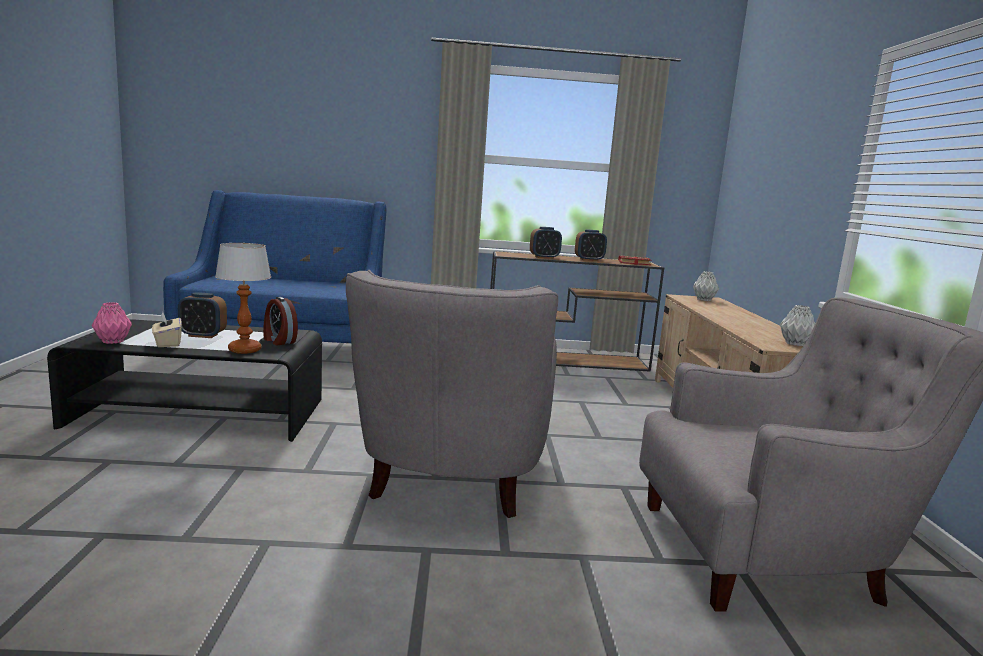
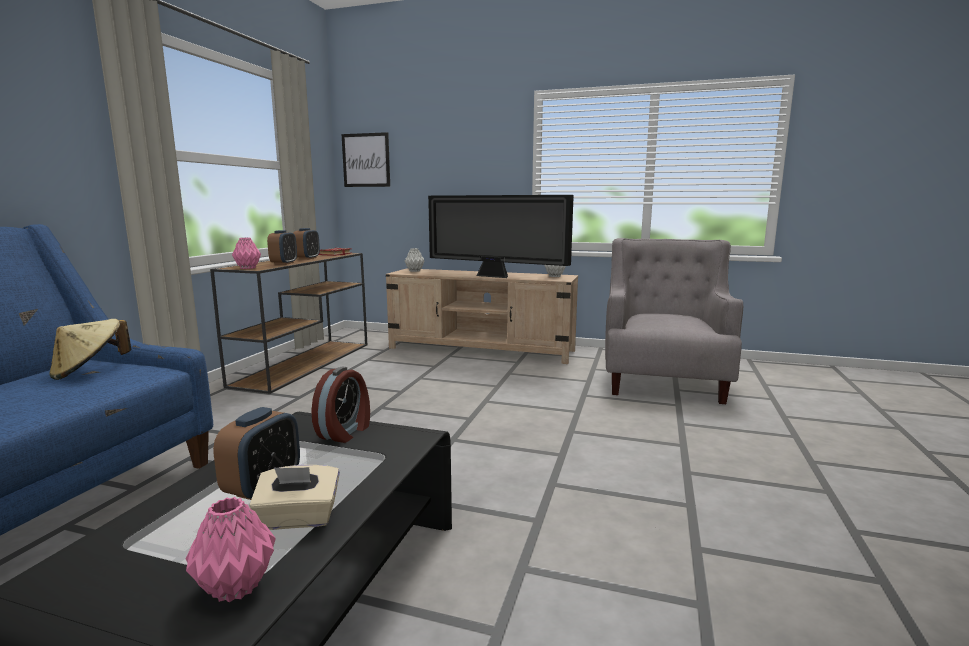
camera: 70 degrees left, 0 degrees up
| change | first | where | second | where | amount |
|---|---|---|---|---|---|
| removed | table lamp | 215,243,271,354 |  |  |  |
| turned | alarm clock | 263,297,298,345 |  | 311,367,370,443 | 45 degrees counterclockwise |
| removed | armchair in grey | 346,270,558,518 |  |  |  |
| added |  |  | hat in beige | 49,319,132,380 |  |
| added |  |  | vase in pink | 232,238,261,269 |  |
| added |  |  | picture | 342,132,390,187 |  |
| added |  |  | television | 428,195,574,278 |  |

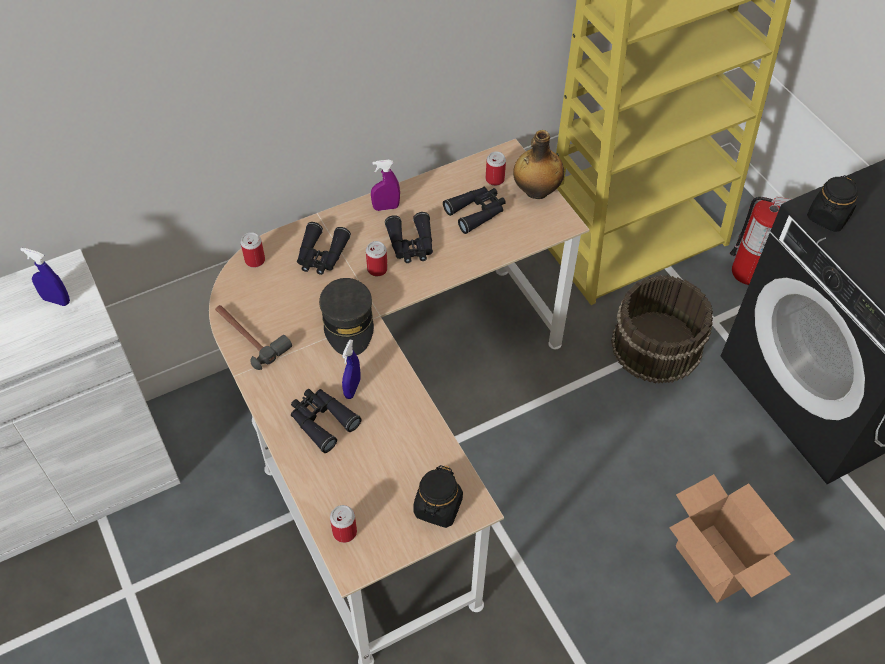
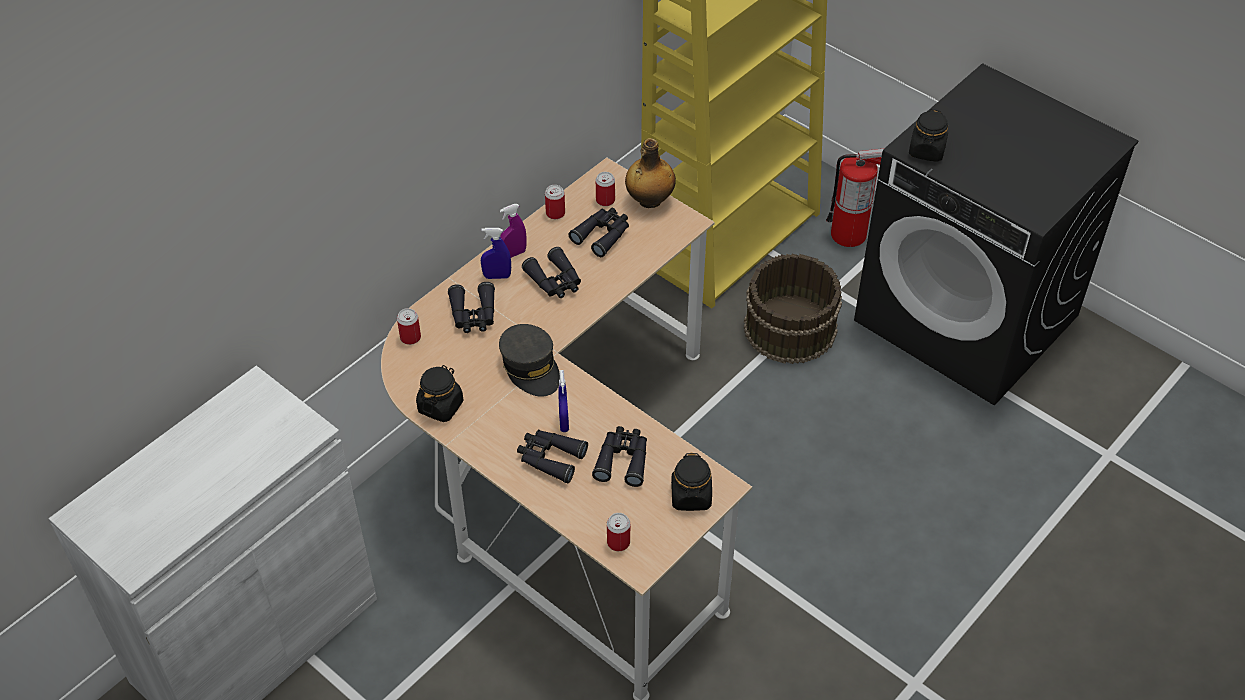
camera: 20 degrees left, 5 degrees down
| change | first | where | second | where | amount |
|---|---|---|---|---|---|
| moved | spray bottle in blue | 20,248,70,306 |  | 481,228,511,279 |  |
| replaced | hammer | 215,305,292,370 | jar in black | 416,365,464,422 |  |
| moved | can | 366,241,388,276 |  | 545,185,565,219 |  |
| removed | cardboard box | 669,474,794,602 |  |  |  |
| added |  |  | binoculars in black | 592,426,647,487 |  |

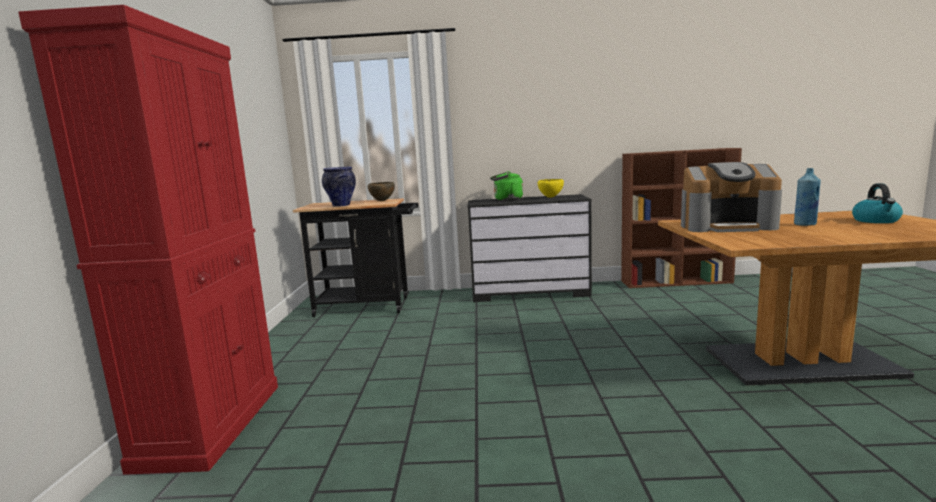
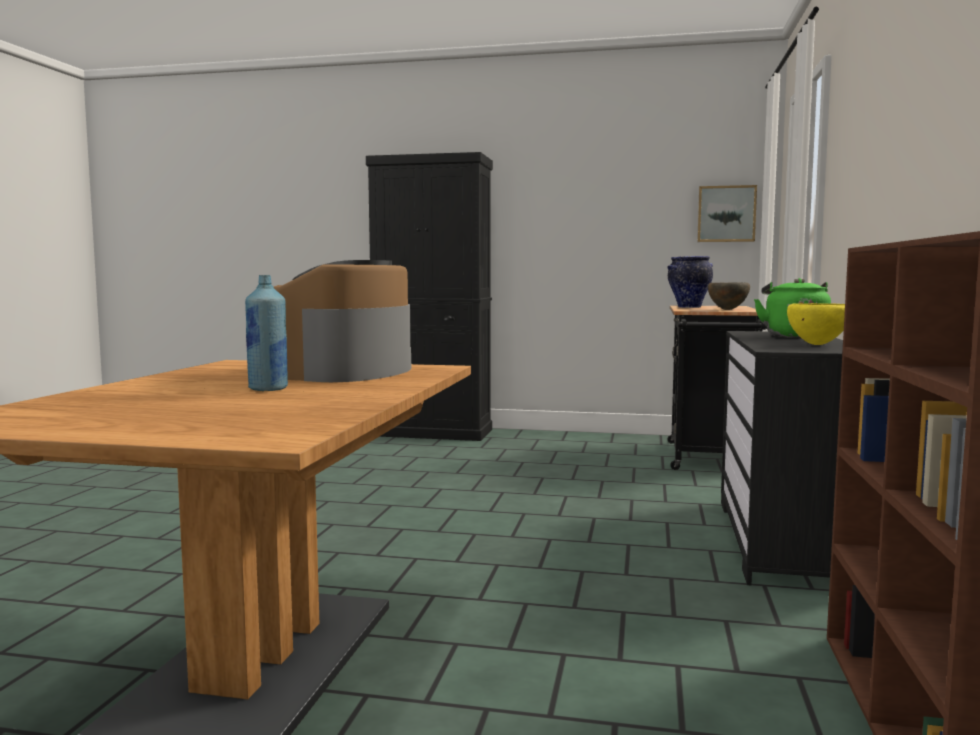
camera: 100 degrees right, 5 degrees down
| change | first | where | second | where | amount |
|---|---|---|---|---|---|
| recoloured | cabinet in red | 18,5,278,475 | cabinet in black | 366,152,493,441 |  |
| removed | kettle | 852,183,903,223 |  |  |  |
| added |  |  | picture | 697,185,757,242 |  |

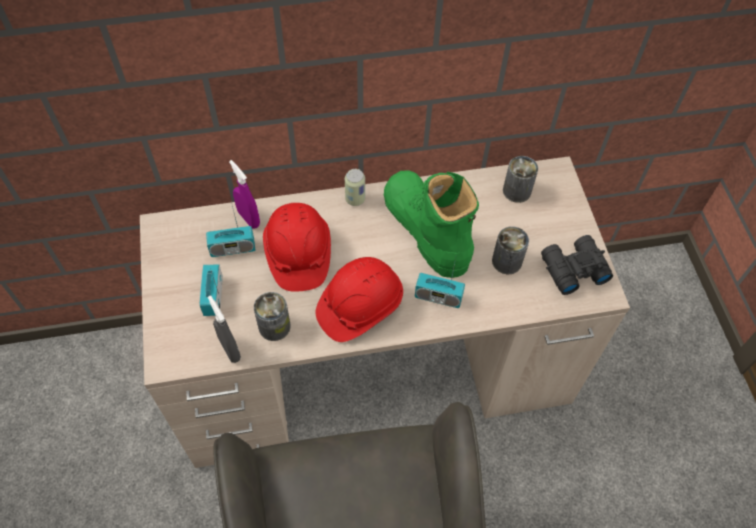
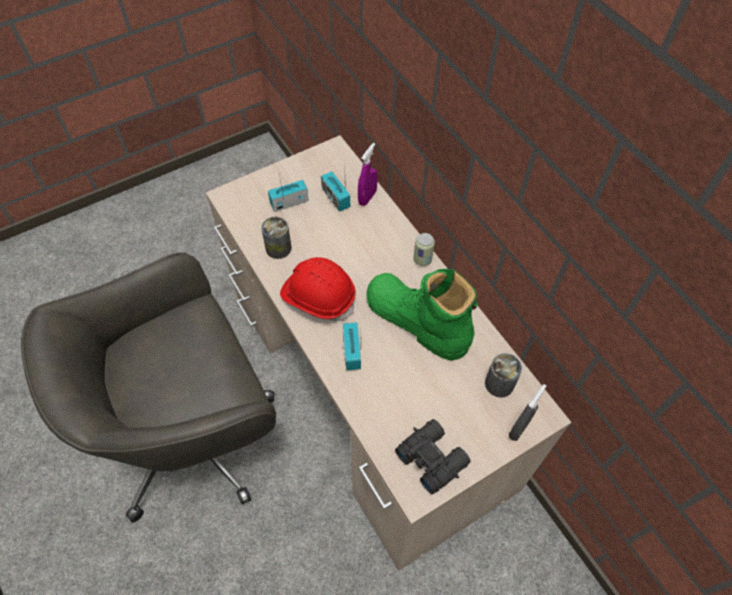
camera: 70 degrees right, 0 degrees up
| change | first | where | second | where | amount |
|---|---|---|---|---|---|
| moved | spray bottle in grey | 208,296,241,363 |  | 509,384,546,441 |  |
| removed | hard hat in red | 263,203,331,292 |  |  |  |
| turned | boot in green | 384,171,479,278 |  | 366,269,479,361 | 90 degrees counterclockwise |
| removed | can | 492,226,529,274 |  |  |  |

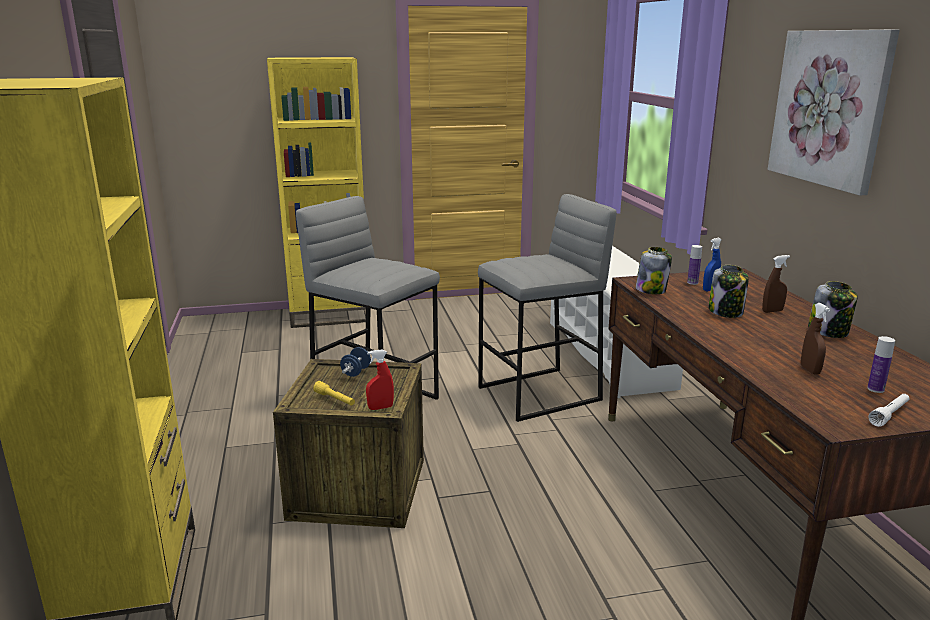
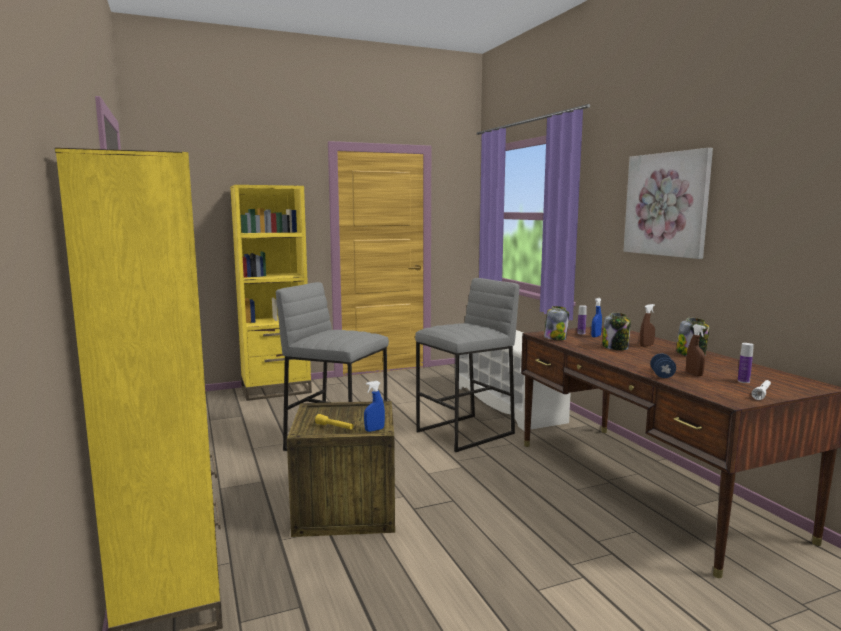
camera: 10 degrees left, 10 degrees down
| change | first | where | second | where | amount |
|---|---|---|---|---|---|
| moved | dumbbell in blue | 340,347,371,377 |  | 650,353,676,378 |  |
| recoloured | spray bottle in red | 366,349,394,410 | spray bottle in blue | 364,381,385,432 |  |

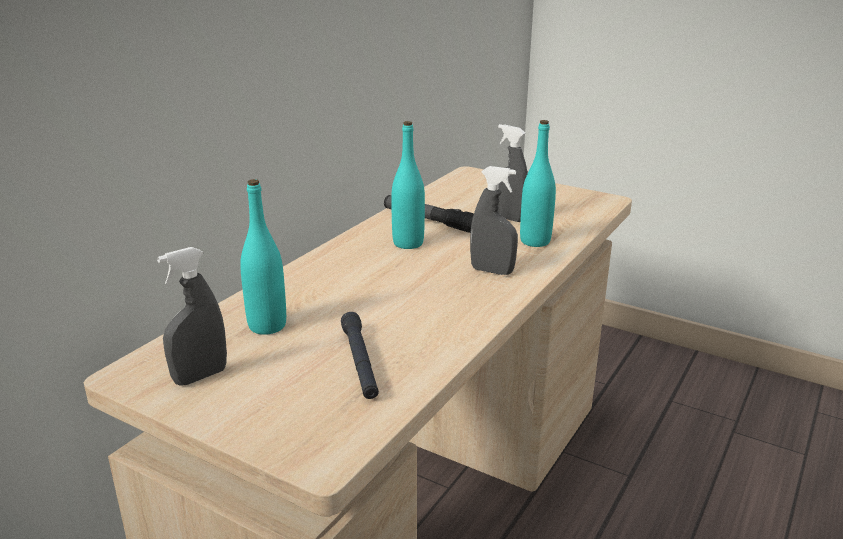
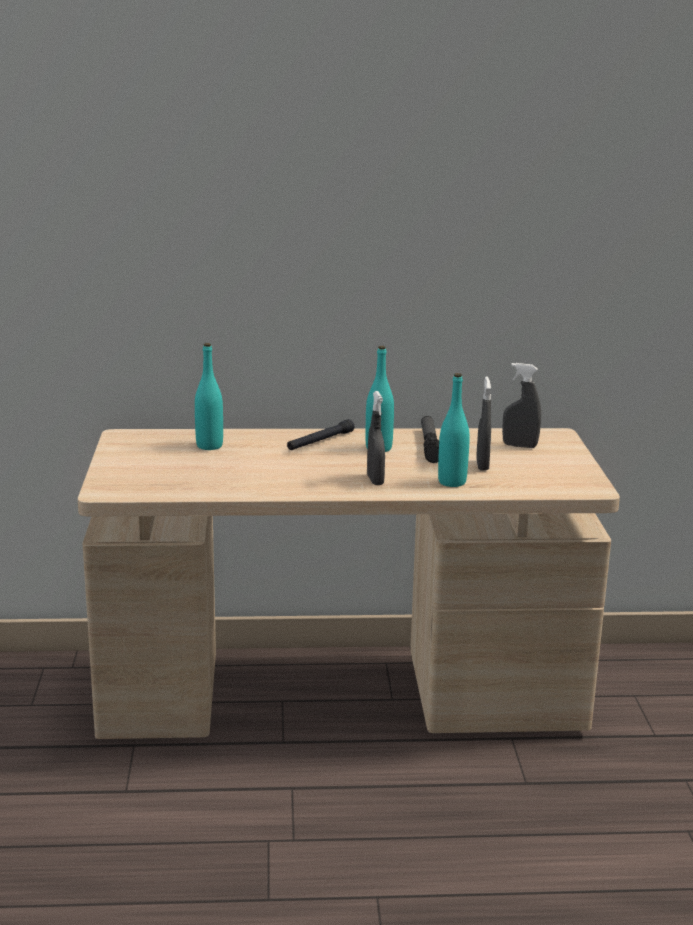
camera: 55 degrees right, 5 degrees down
| change | first | where | second | where | amount |
|---|---|---|---|---|---|
| moved | spray bottle in grey | 157,247,227,385 |  | 502,363,541,448 |  |
| moved | flashlight in black | 341,312,379,399 |  | 287,419,354,450 |  |

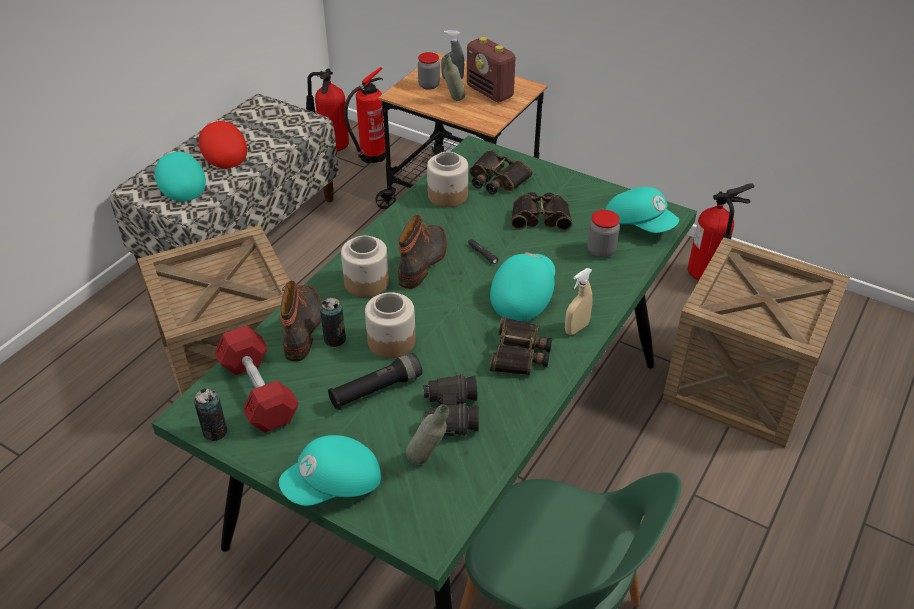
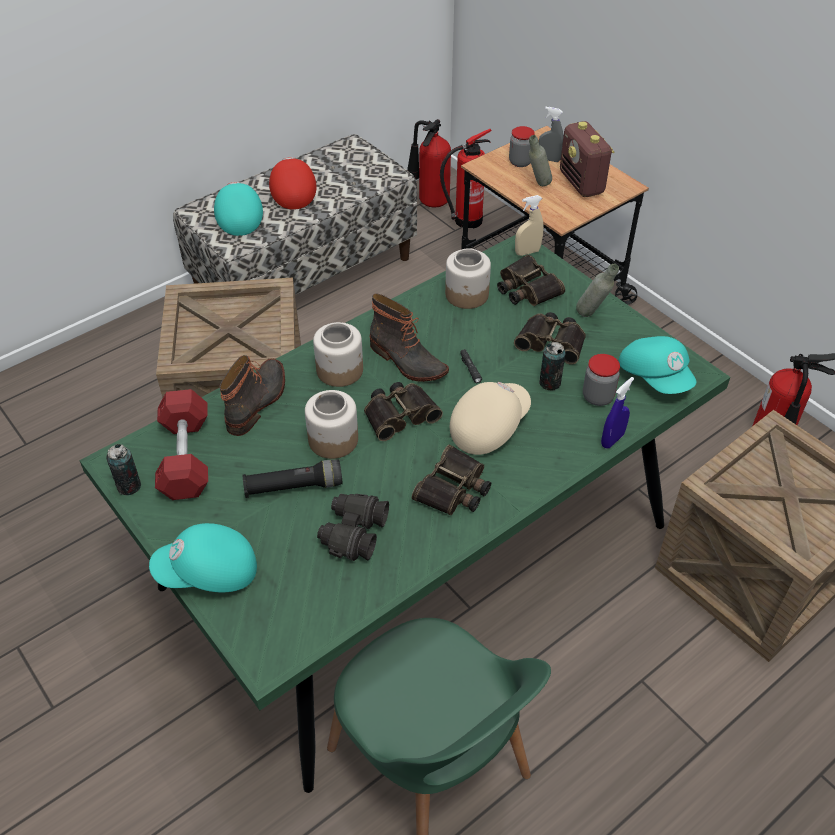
camera: 20 degrees right, 5 degrees up
| change | first | where | second | where | amount |
|---|---|---|---|---|---|
| moved | can | 320,297,346,347 |  | 539,342,566,391 |  |
| turned | boot | 398,215,447,289 |  | 370,293,449,382 | 90 degrees clockwise |
| moved | bottle in grey | 406,405,449,465 |  | 576,264,619,317 |  |
| recoloured | cap in turquoise | 490,252,555,321 | cap in beige | 450,382,531,455 |  |
| moved | spray bottle in beige | 565,268,593,335 |  | 515,195,544,256 |  |
| added |  |  | binoculars | 364,382,443,441 |  |
| added |  |  | spray bottle in blue | 601,377,634,448 |  |

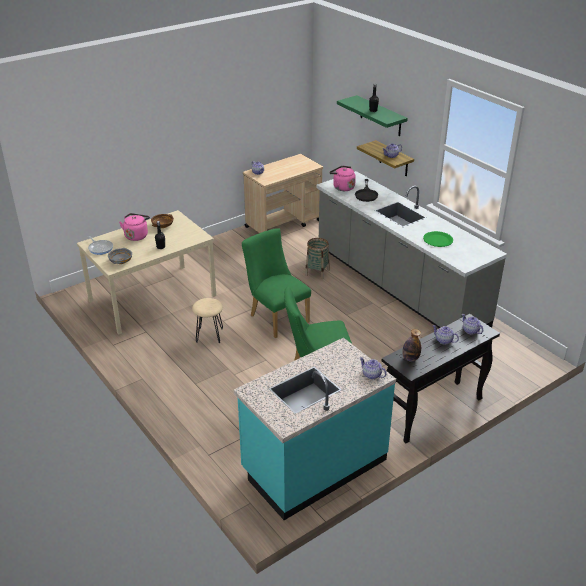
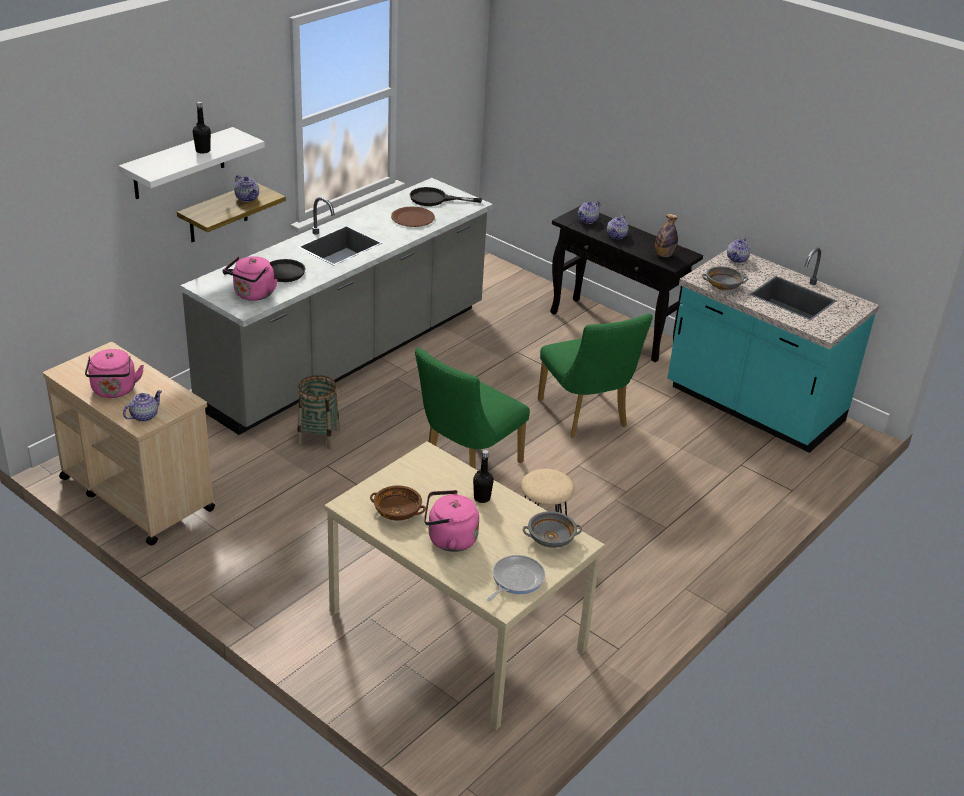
camera: 105 degrees left, 0 degrees up
| change | first | where | second | where | amount |
|---|---|---|---|---|---|
| recoloured | shelf in green | 337,95,408,136 | shelf in white | 119,127,265,199 |  |
| recoloured | plate in green | 423,231,453,247 | plate in brown | 391,206,435,227 |  |
| added |  |  | kettle in pink | 85,349,144,398 |  |
| added |  |  | frying pan in black | 410,187,482,206 |  |
| added |  |  | bowl in grey | 702,266,748,290 |  |

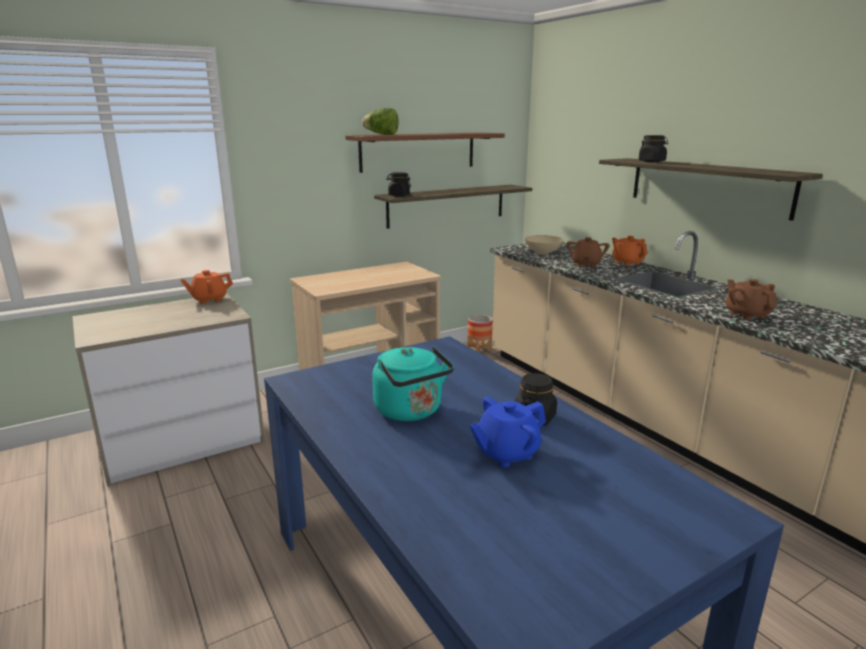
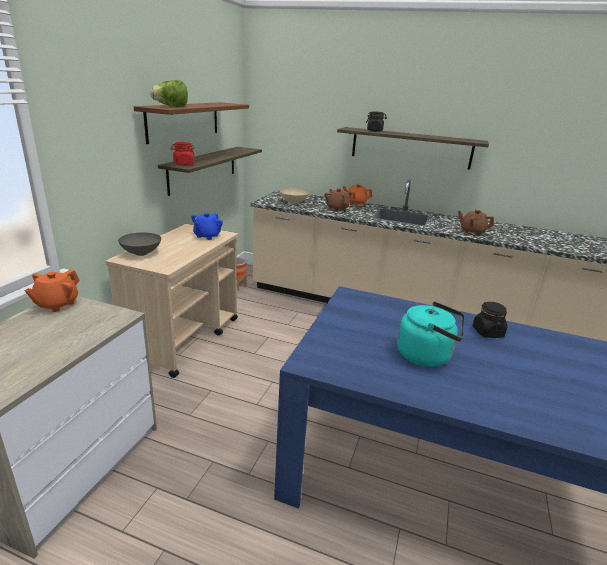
camera: 40 degrees left, 5 degrees up
| change | first | where | second | where | amount |
|---|---|---|---|---|---|
| recoloured | jar in black | 386,172,411,196 | jar in red | 170,142,195,165 |  |
| moved | teapot in blue | 470,397,546,468 |  | 191,213,223,240 |  |
| added |  |  | bowl in grey | 118,233,161,256 |  |

